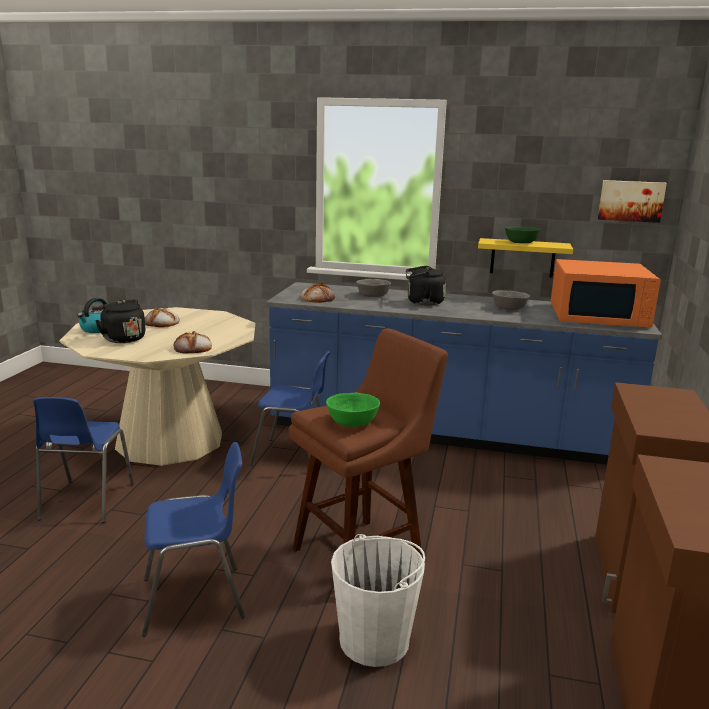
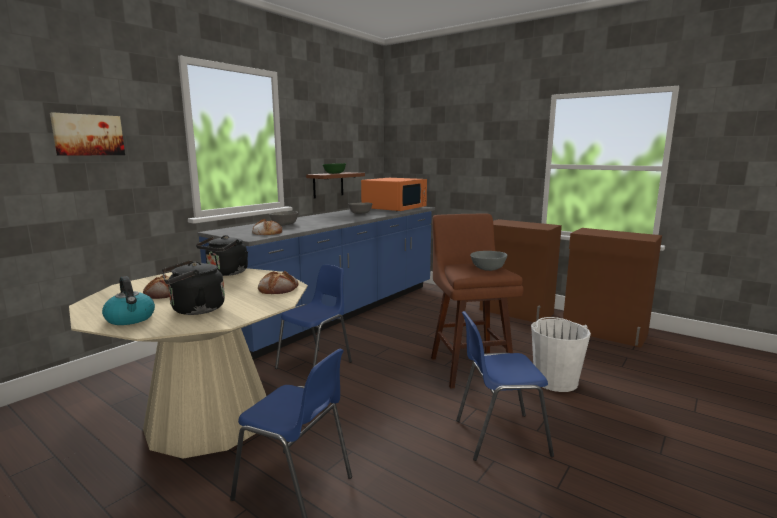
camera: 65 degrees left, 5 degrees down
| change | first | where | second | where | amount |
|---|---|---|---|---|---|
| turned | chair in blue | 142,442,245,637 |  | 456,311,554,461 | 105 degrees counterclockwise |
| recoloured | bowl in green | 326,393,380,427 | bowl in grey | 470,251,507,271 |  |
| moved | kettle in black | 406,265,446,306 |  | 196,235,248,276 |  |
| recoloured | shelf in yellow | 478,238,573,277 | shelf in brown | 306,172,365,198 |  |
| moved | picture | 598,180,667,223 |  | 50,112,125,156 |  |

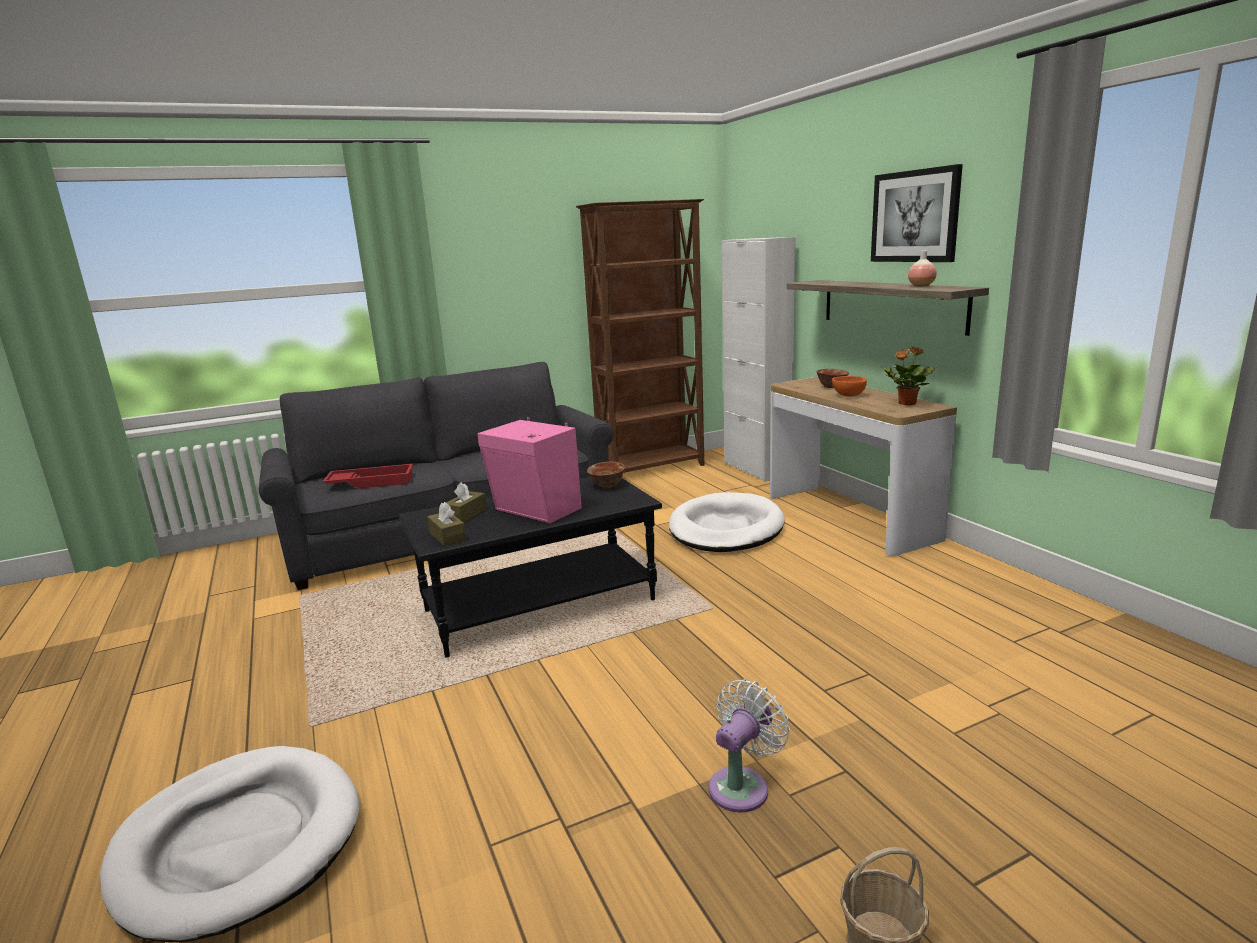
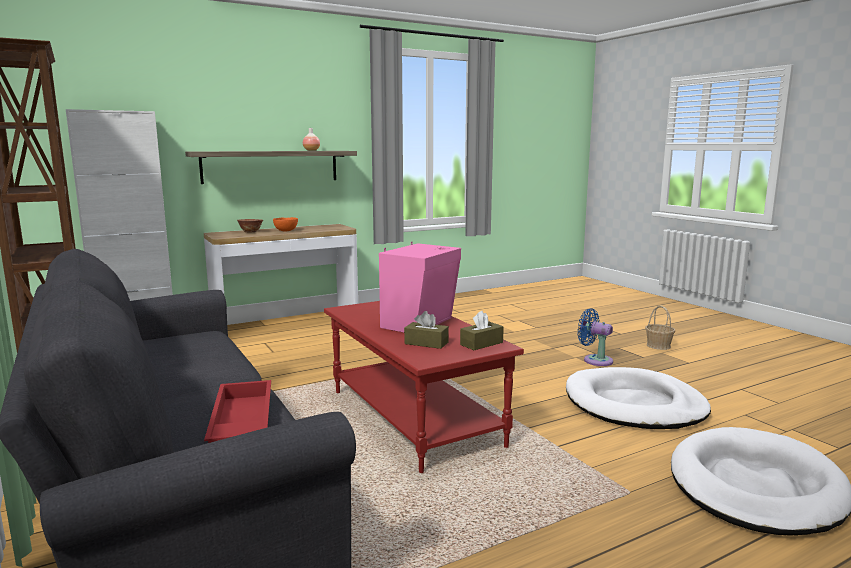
camera: 95 degrees left, 5 degrees down
| change | first | where | second | where | amount |
|---|---|---|---|---|---|
| recoloured | coffee table in black | 399,477,662,657 | coffee table in red | 324,301,524,473 |  |
| removed | bowl | 587,462,625,489 |  |  |  |
| moved | dog bed in white | 669,492,784,552 |  | 566,367,711,429 |  |
| recoloured | fan in white | 709,679,790,813 | fan in blue | 577,308,613,366 |  |
| removed | picture | 871,164,963,262 |  |  |  |
| removed | potted plant | 881,347,936,406 |  |  |  |

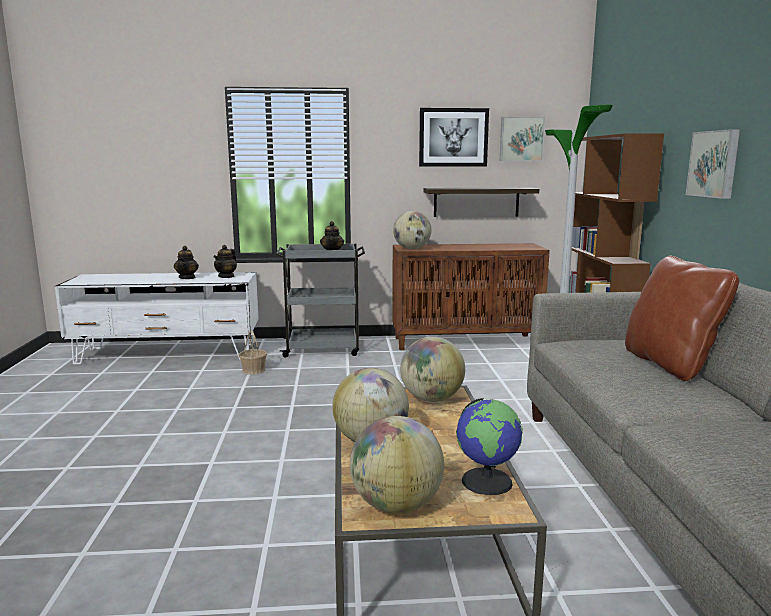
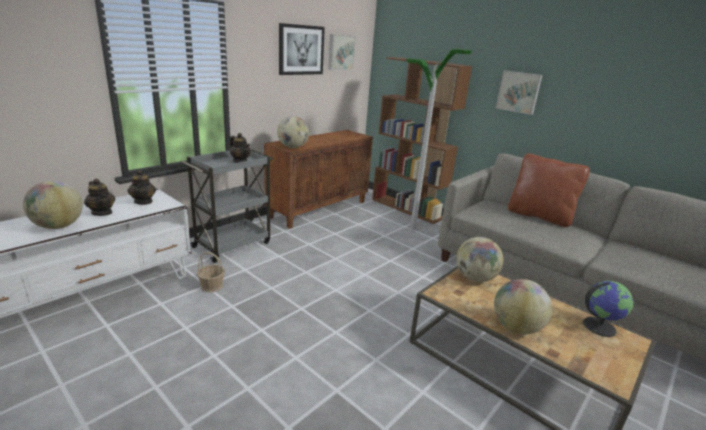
camera: 45 degrees left, 10 degrees up
| change | first | where | second | where | amount |
|---|---|---|---|---|---|
| moved | globe | 350,416,444,514 |  | 23,180,83,229 |  |
| removed | shelf | 424,188,539,217 |  |  |  |

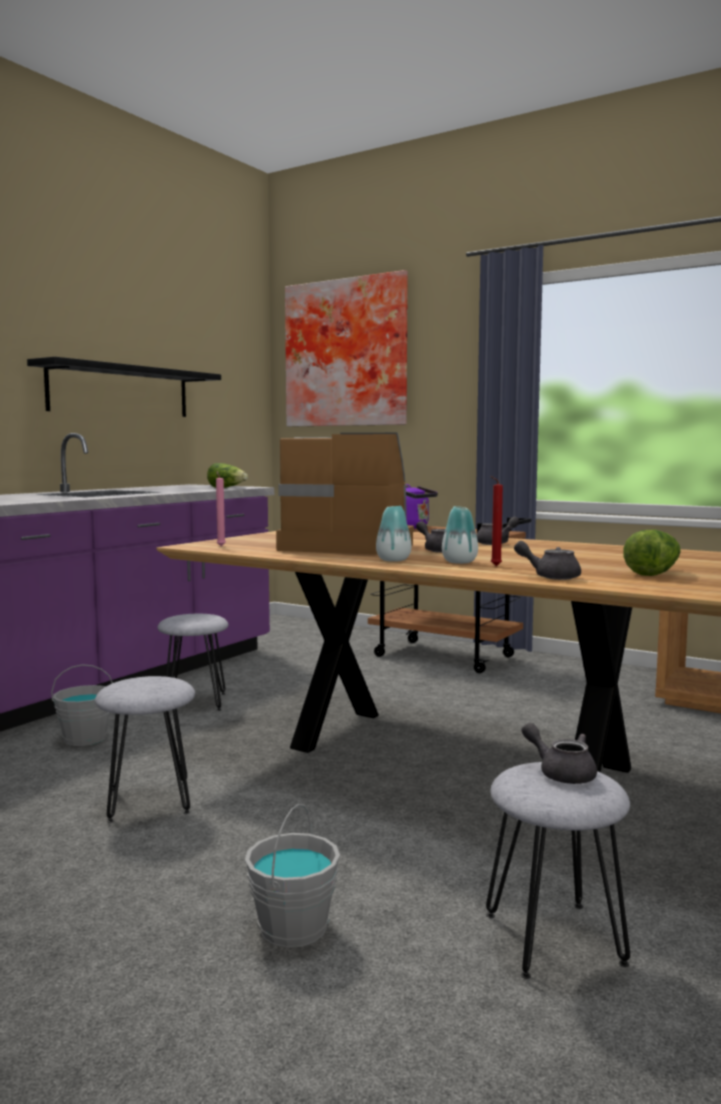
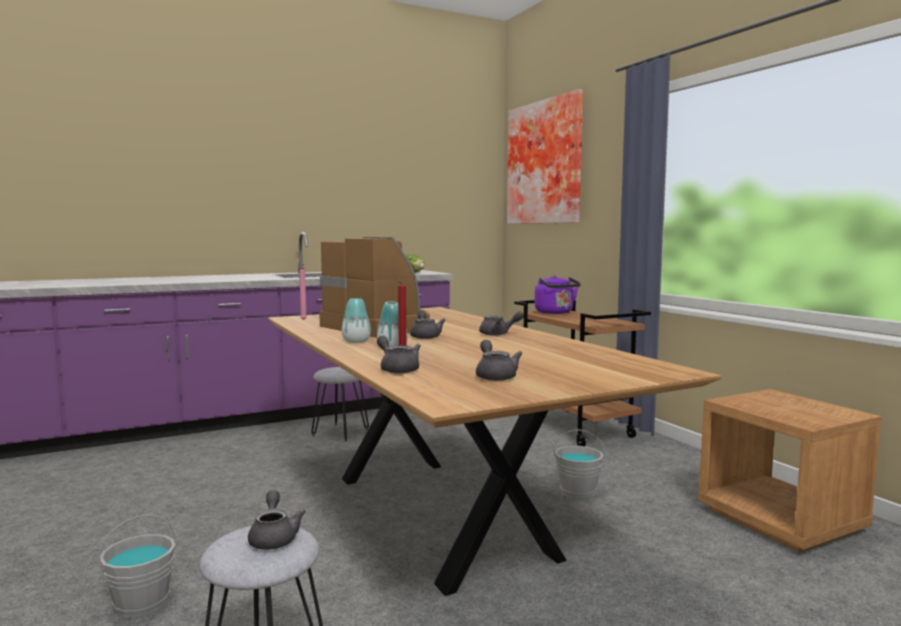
camera: 30 degrees right, 0 degrees up
| change | first | where | second | where | amount |
|---|---|---|---|---|---|
| removed | shelf in black | 27,357,221,417 |  |  |  |
| moved | bucket in grey | 51,664,113,746 |  | 554,430,605,498 |  |
| removed | stool in grey | 95,676,195,822 |  |  |  |
| replaced | lettuce | 623,529,681,576 | teapot in grey | 476,340,522,381 |  |

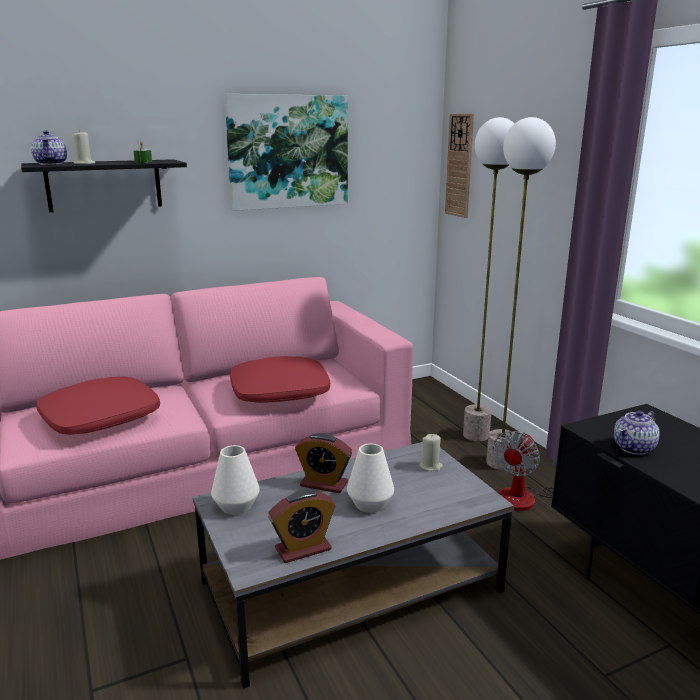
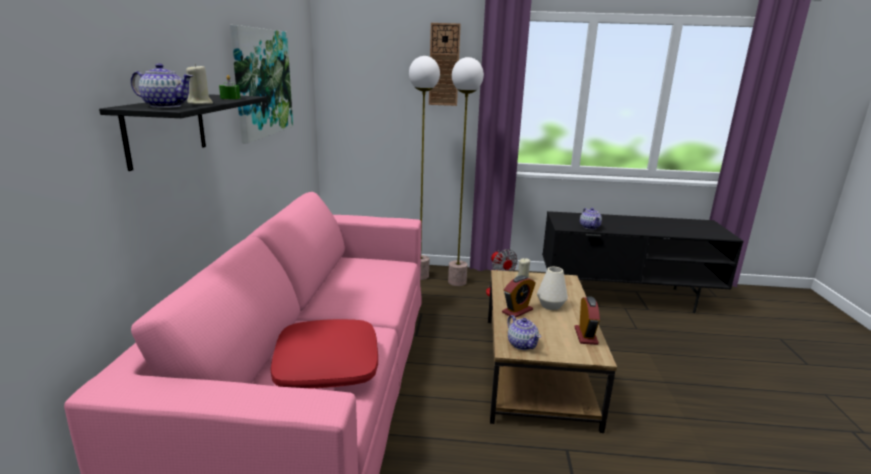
camera: 60 degrees left, 0 degrees up
| change | first | where | second | where | amount |
|---|---|---|---|---|---|
| recoloured | coffee table in grey | 193,442,514,689 | coffee table in brown | 488,270,617,433 |  |
| replaced | vase in white | 211,445,260,515 | teapot | 507,315,541,350 |  |
| removed | pillow in red | 230,356,330,403 |  |  |  |
| moved | wall clock | 445,114,474,218 |  | 429,23,461,106 |  |

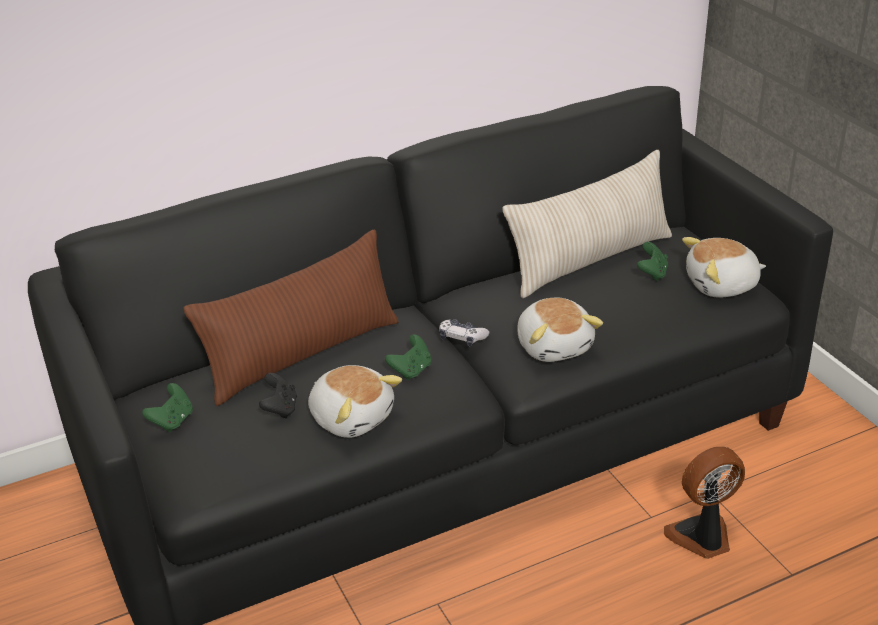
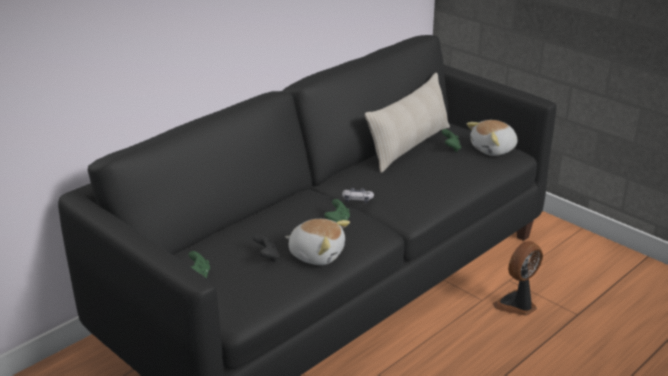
camera: 20 degrees left, 5 degrees down
| change | first | where | second | where | amount |
|---|---|---|---|---|---|
| removed | pillow in brown | 184,230,399,406 |  |  |  |
| removed | plush toy | 517,298,603,362 |  |  |  |

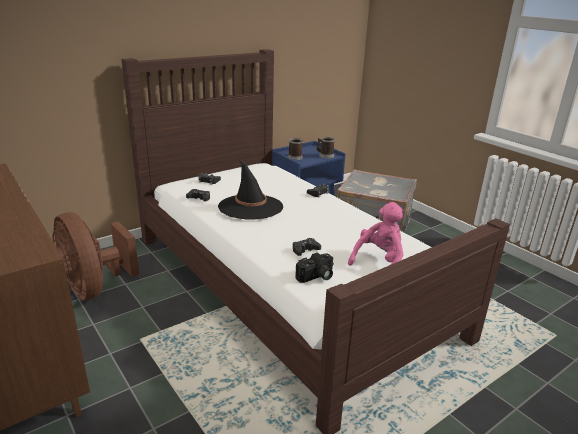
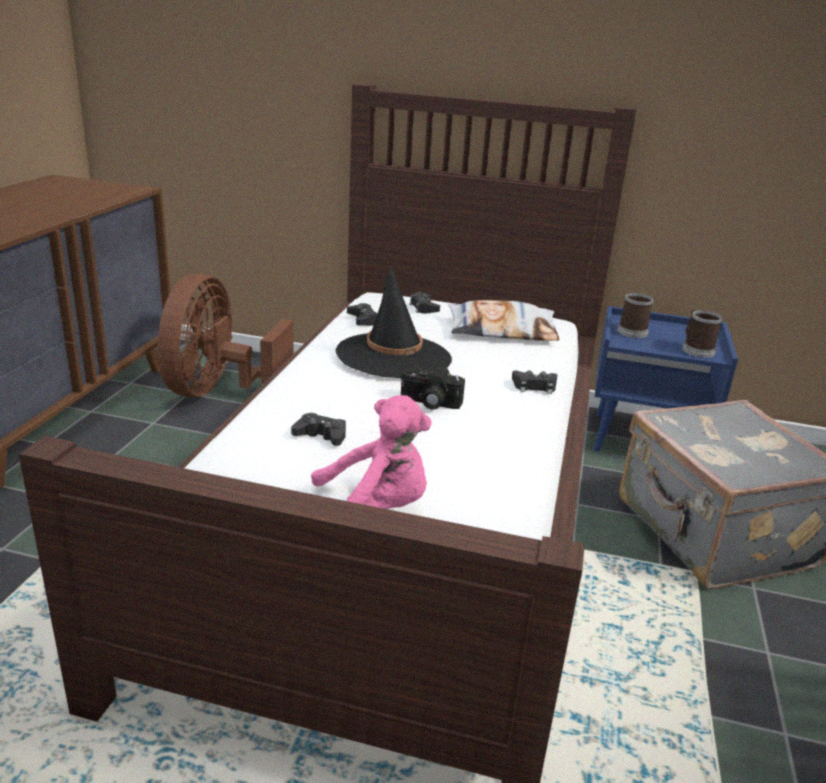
camera: 50 degrees right, 0 degrees up
| change | first | where | second | where | amount |
|---|---|---|---|---|---|
| moved | photo camera | 295,252,334,283 |  | 401,366,465,410 |  |
| added |  |  | pillow | 448,300,560,341 |  |

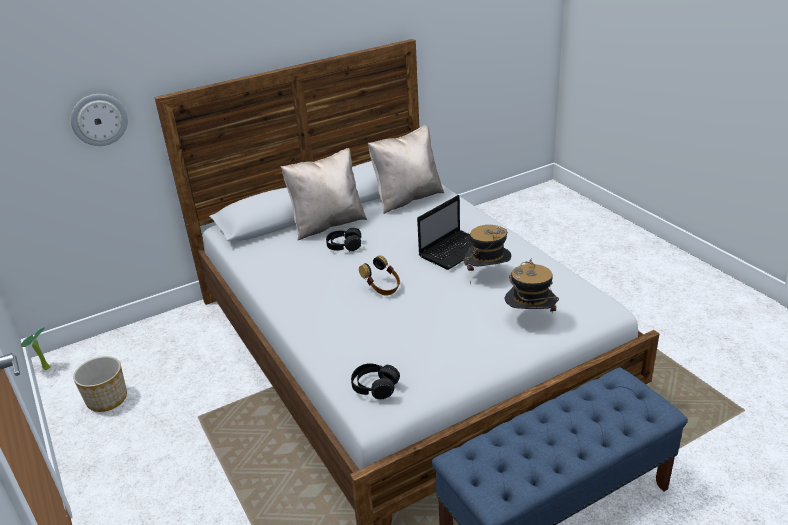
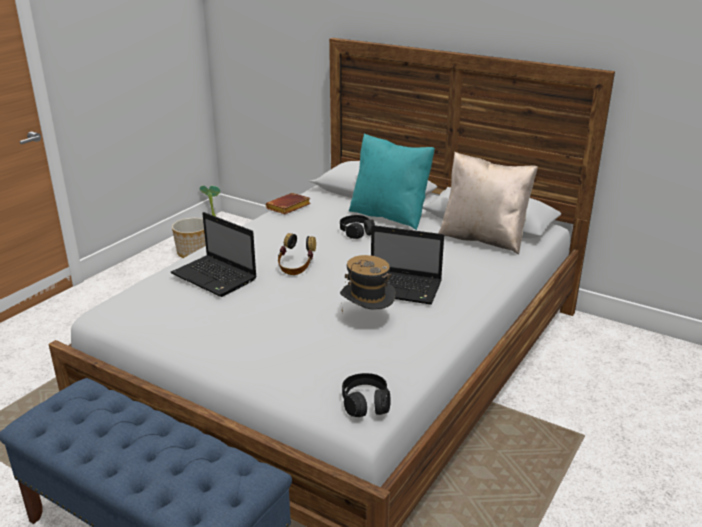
camera: 60 degrees right, 5 degrees down
| change | first | where | second | where | amount |
|---|---|---|---|---|---|
| removed | wall clock | 71,94,128,146 |  |  |  |
| recoloured | pillow in beige | 281,148,367,240 | pillow in turquoise | 349,133,435,230 |  |
| moved | headphones in black | 351,363,400,399 |  | 342,373,391,417 |  |
| removed | hat | 505,258,559,313 |  |  |  |
| added |  |  | laptop | 170,212,257,297 |  |
| added |  |  | book in brown | 266,193,311,214 |  |

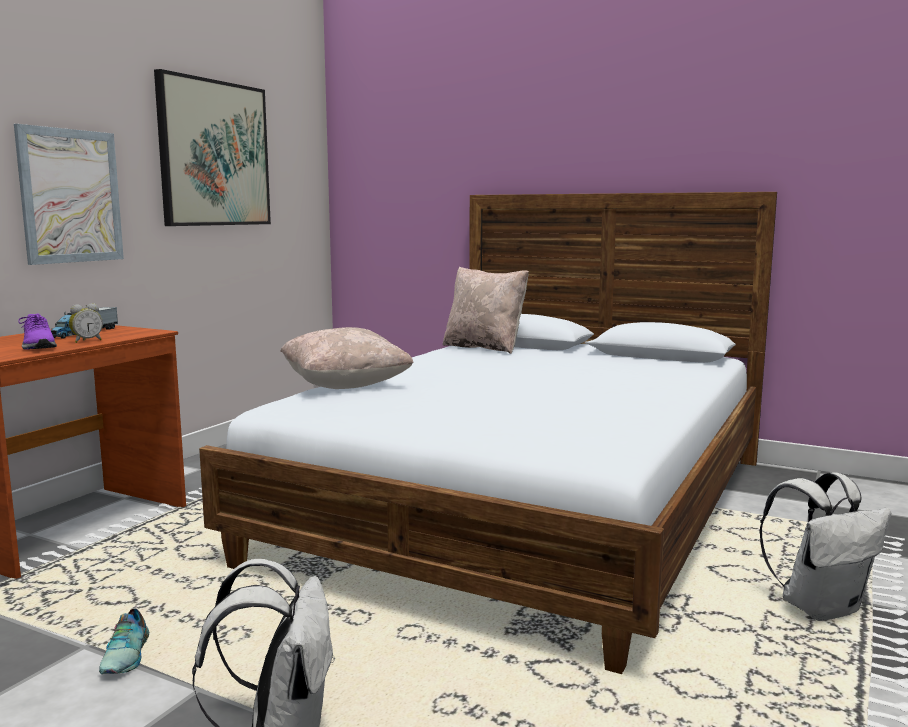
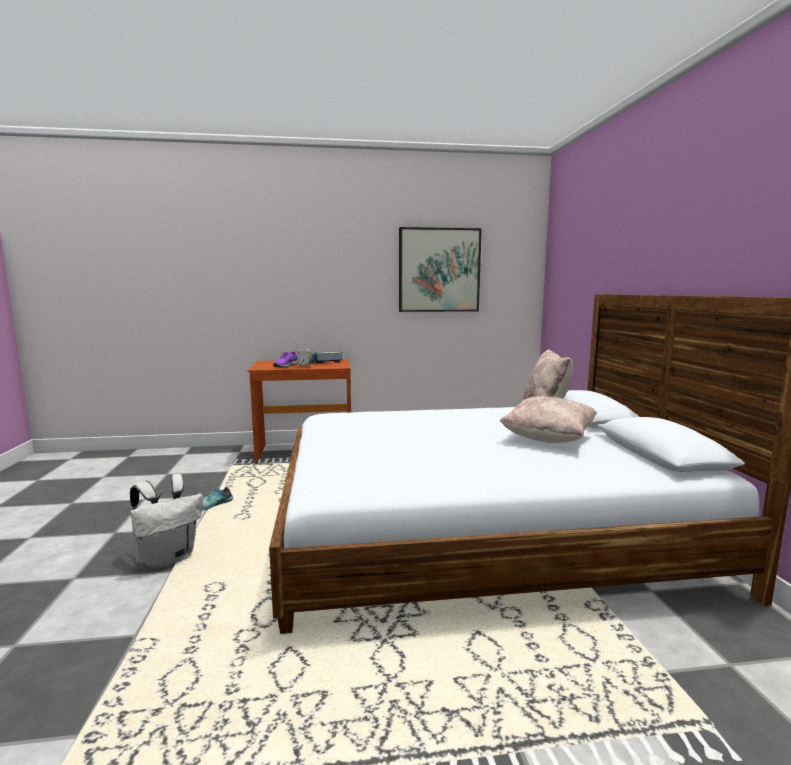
camera: 55 degrees right, 0 degrees up
| change | first | where | second | where | amount |
|---|---|---|---|---|---|
| removed | picture | 14,124,124,265 |  |  |  |
| moved | pillow in beige | 280,327,414,389 |  | 500,396,597,443 |  |
| removed | backpack in white | 759,472,891,621 |  |  |  |

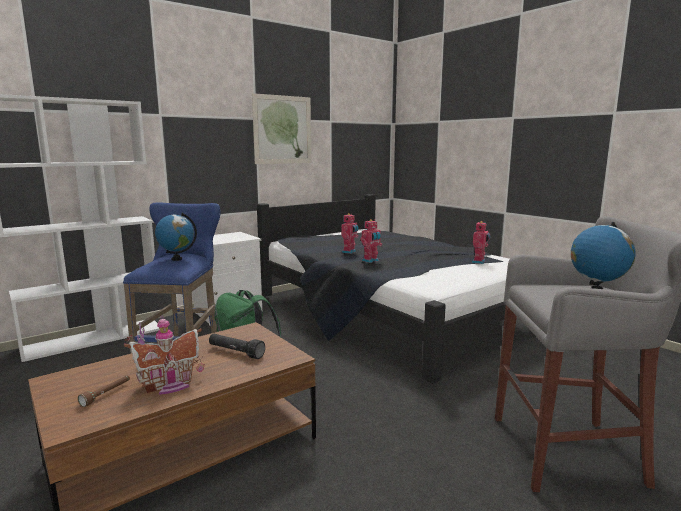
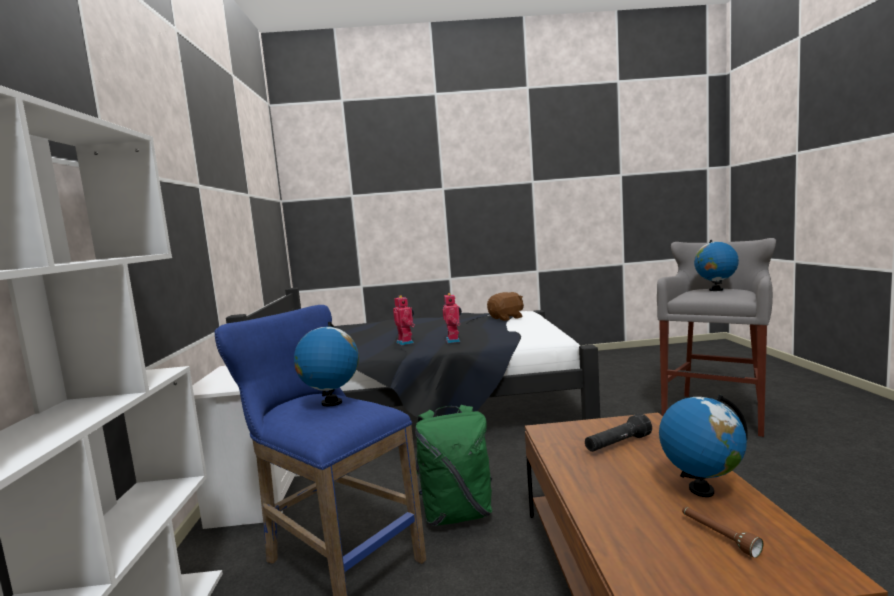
camera: 55 degrees left, 5 degrees down
| change | first | where | second | where | amount |
|---|---|---|---|---|---|
| replaced | toy house | 124,315,204,395 | globe | 659,394,748,497 |  |
| removed | picture | 252,93,311,164 |  |  |  |
| replaced | toy robot | 472,221,490,264 | plush toy in brown | 487,292,524,321 |  |

